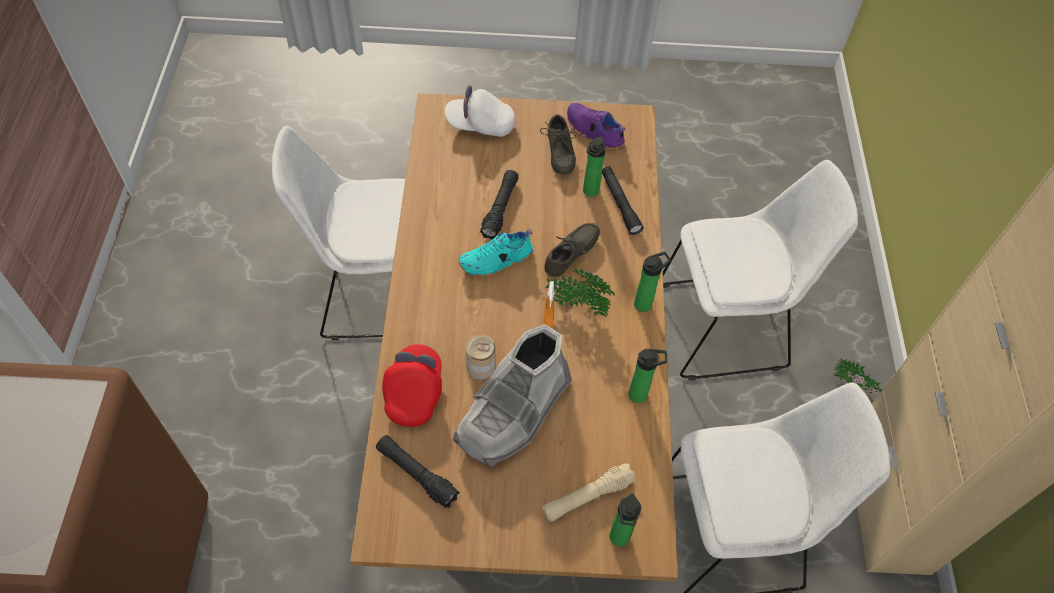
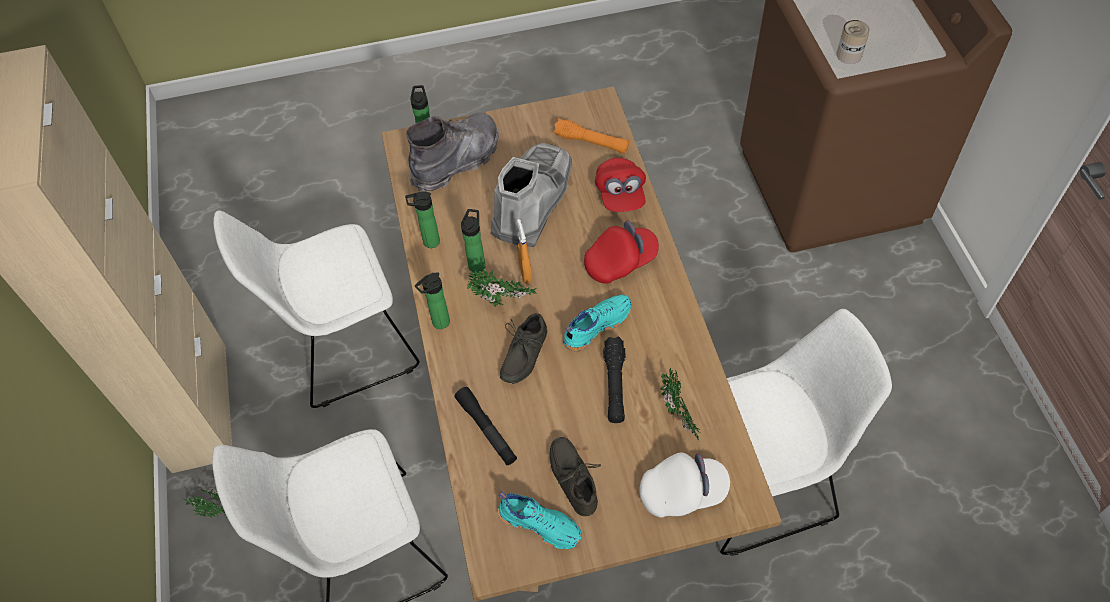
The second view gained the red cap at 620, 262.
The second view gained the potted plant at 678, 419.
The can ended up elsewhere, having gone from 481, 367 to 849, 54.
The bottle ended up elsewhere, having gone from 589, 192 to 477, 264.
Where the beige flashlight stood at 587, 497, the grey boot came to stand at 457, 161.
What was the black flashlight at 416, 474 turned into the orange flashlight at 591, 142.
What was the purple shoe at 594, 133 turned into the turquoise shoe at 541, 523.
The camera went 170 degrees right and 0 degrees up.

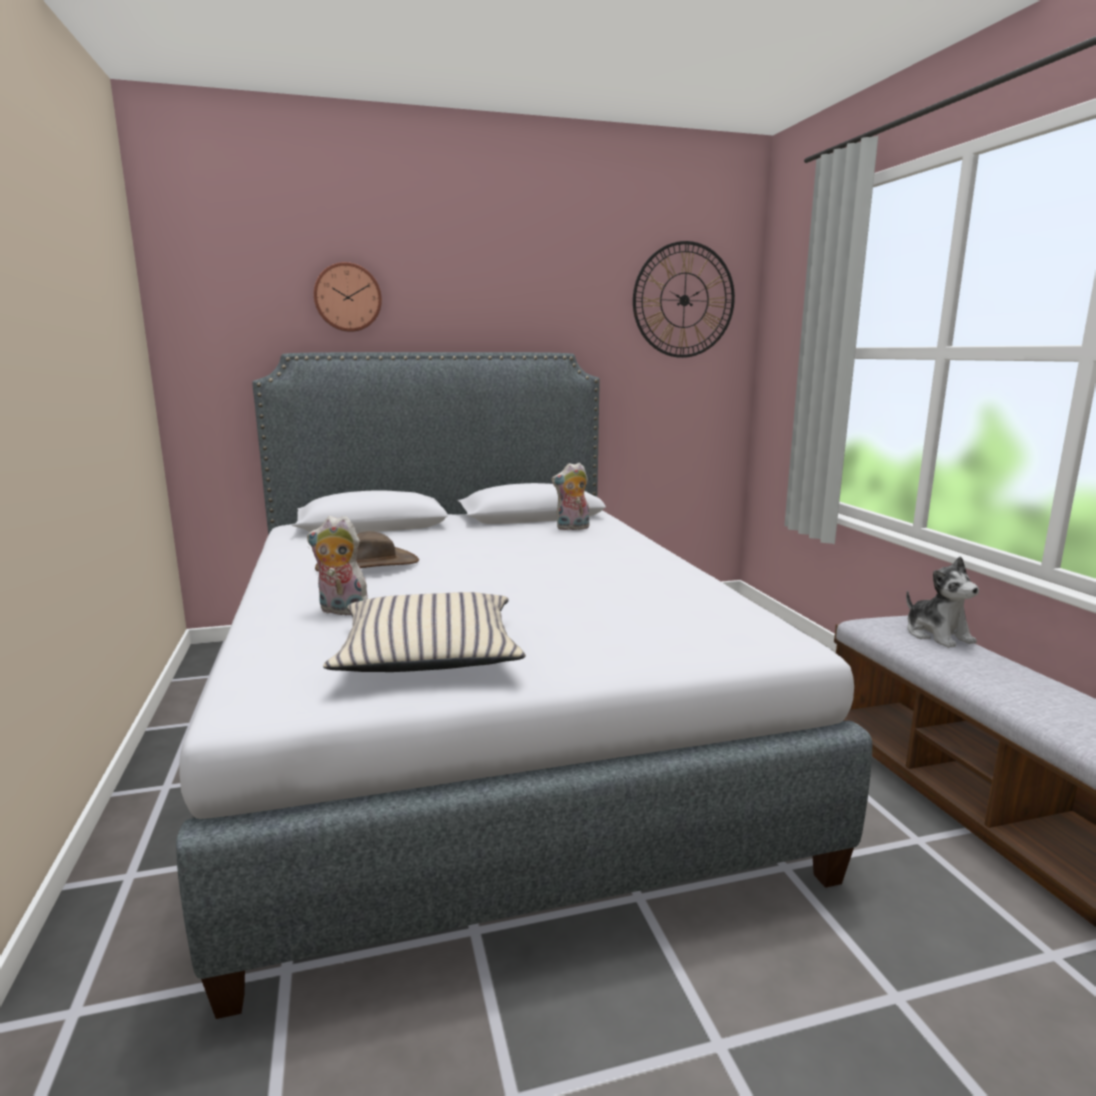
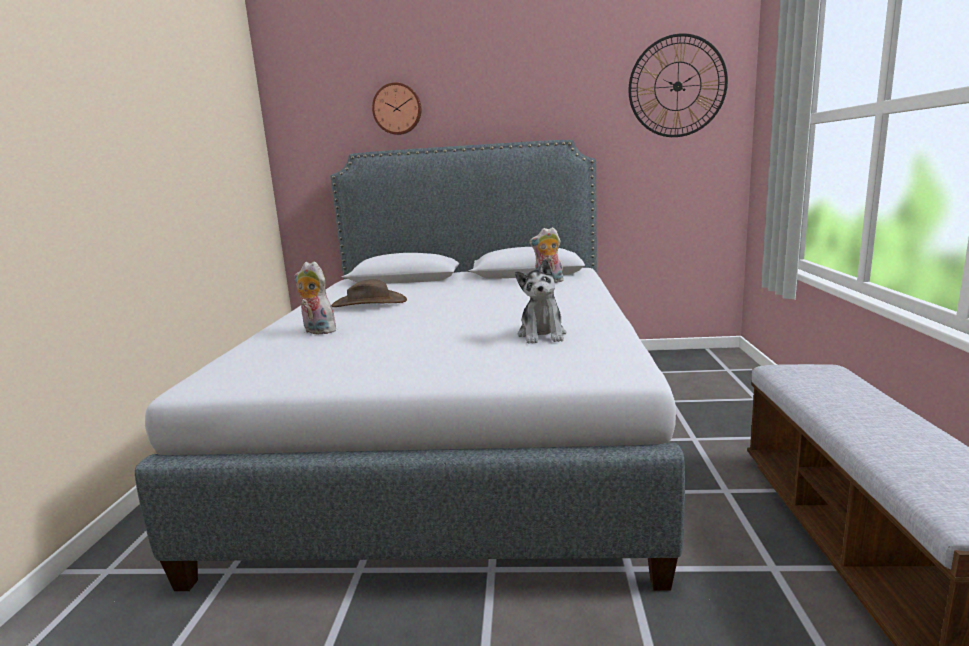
The second view lost the beige pillow at 428, 653.
The plush toy ended up elsewhere, having gone from 937, 635 to 542, 335.
The camera went 20 degrees right and 0 degrees up.

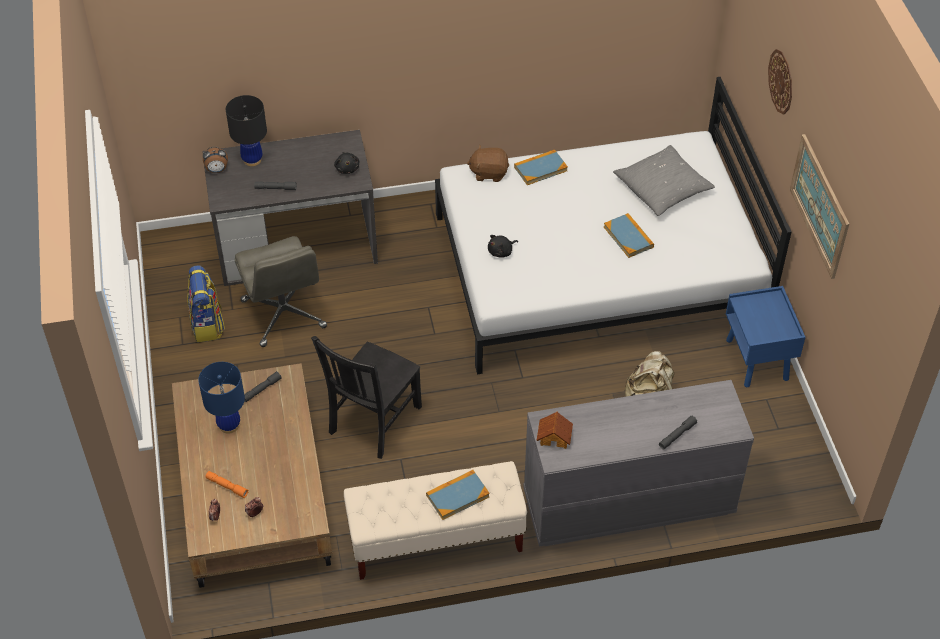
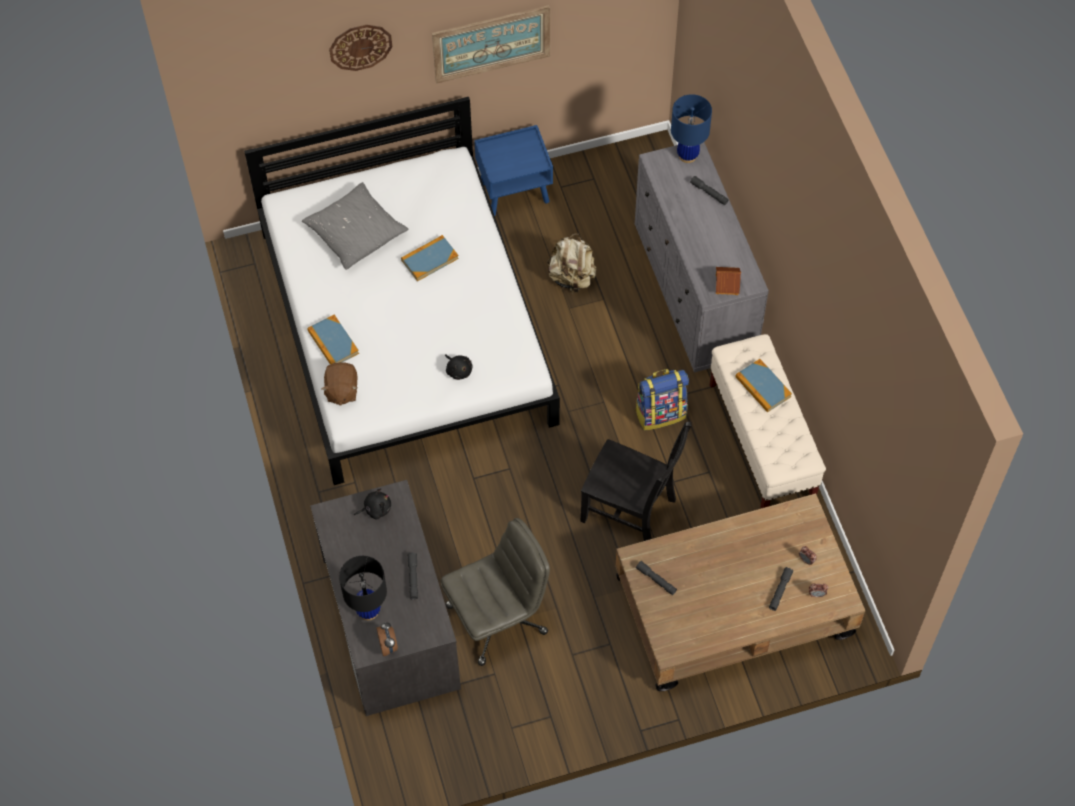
The backpack ended up elsewhere, having gone from 207, 324 to 660, 413.
The blue table lamp ended up elsewhere, having gone from 229, 425 to 687, 155.
What was the orange flashlight at 227, 486 turned into the grey flashlight at 780, 591.
The camera went 95 degrees left and 10 degrees up.

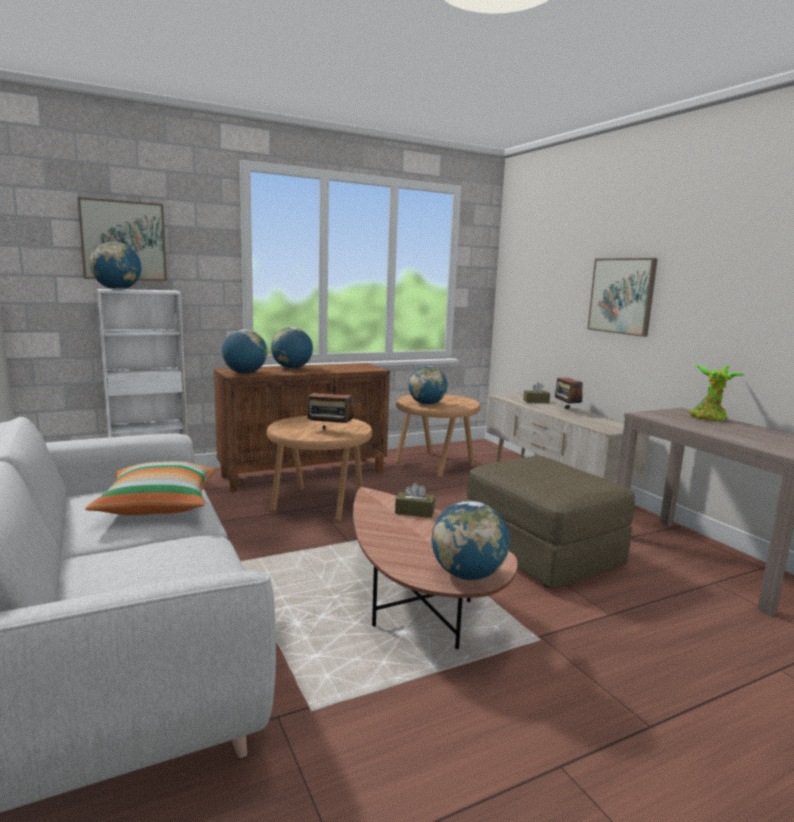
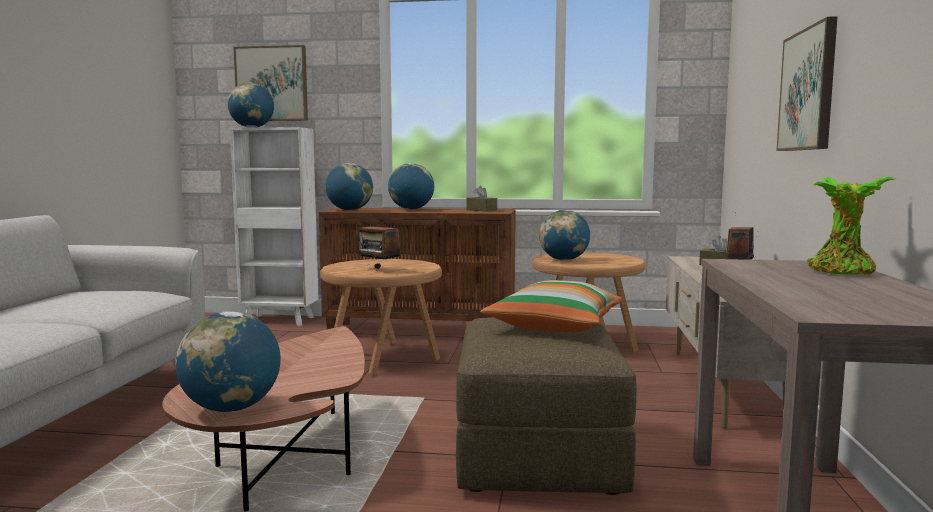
The pillow ended up elsewhere, having gone from 158, 505 to 554, 326.
The brown tissue box ended up elsewhere, having gone from 414, 512 to 481, 210.
The camera went 35 degrees right and 5 degrees down.

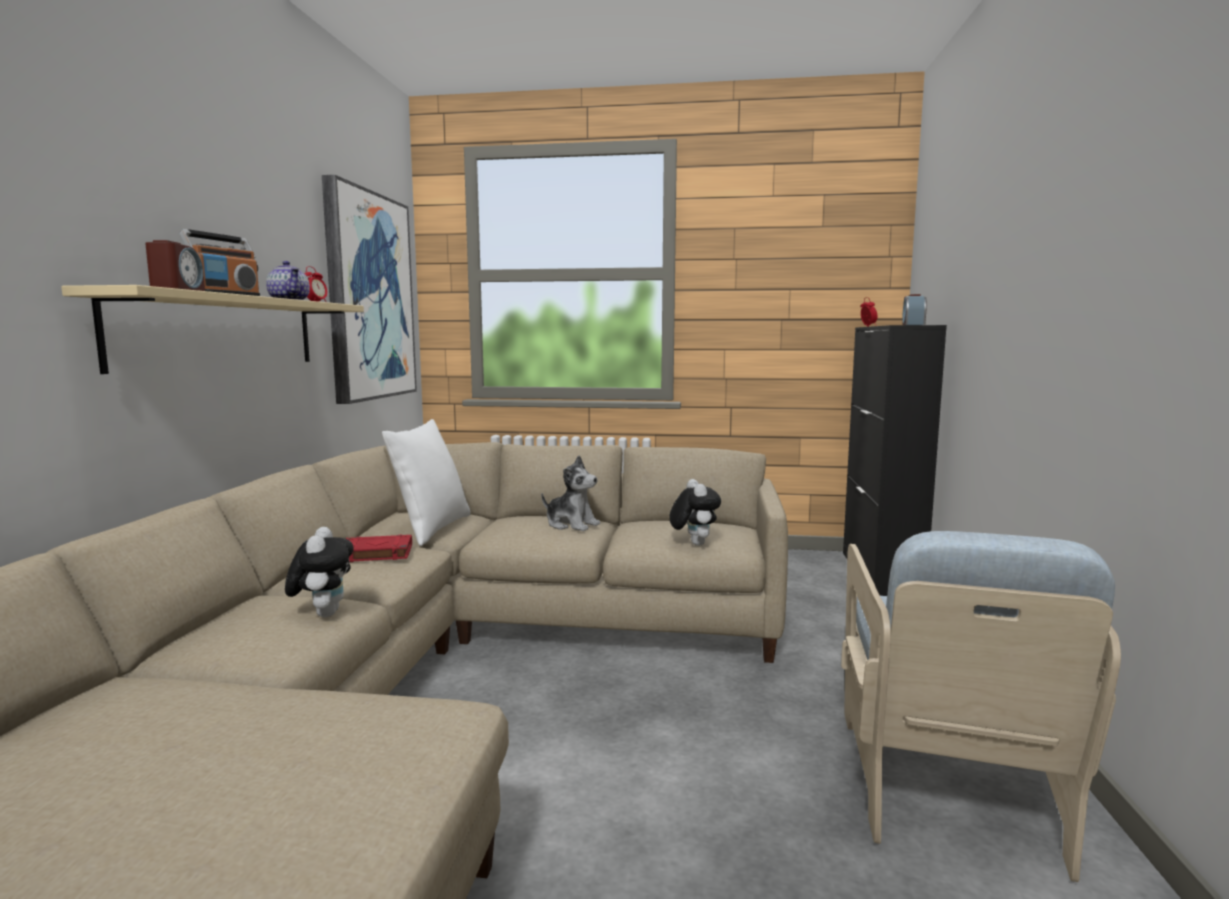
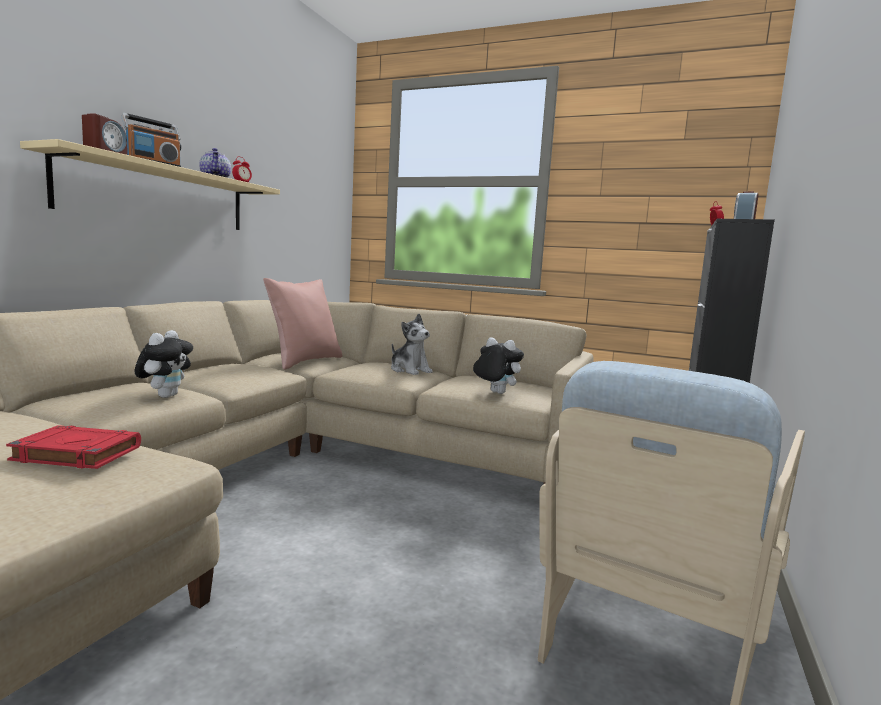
The second view lost the picture at 369, 297.
The red book ended up elsewhere, having gone from 375, 554 to 76, 454.
What was the white pillow at 431, 529 turned into the pink pillow at 304, 361.
The plush toy at 693, 543 ended up facing another way, 60 degrees counterclockwise from before.
The camera went 15 degrees right and 0 degrees up.

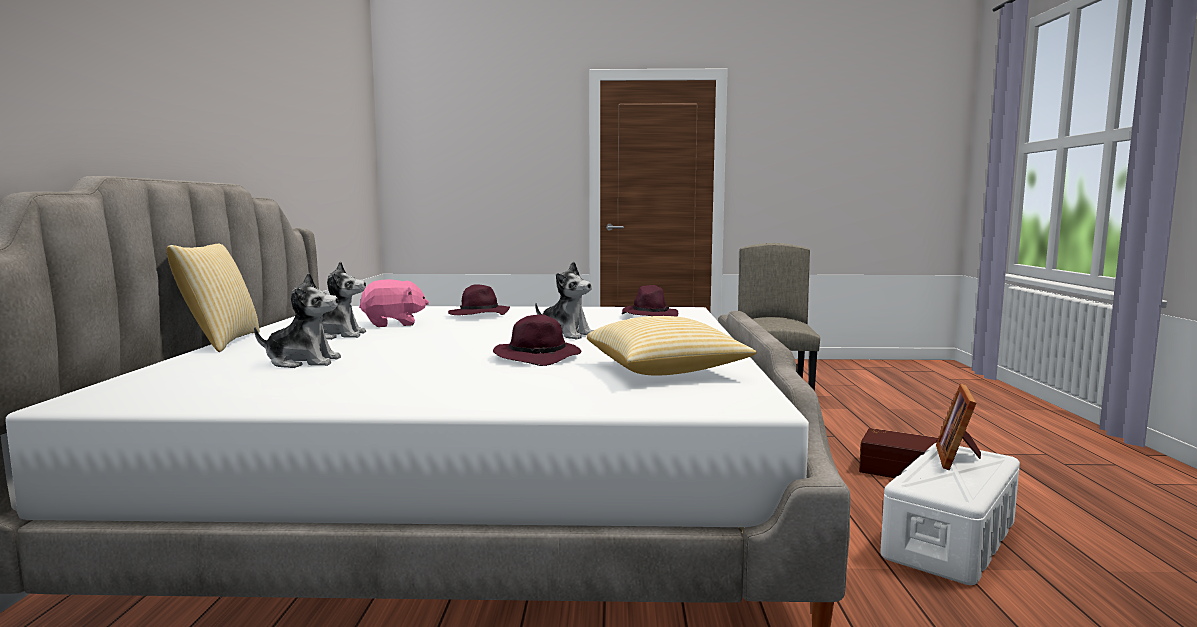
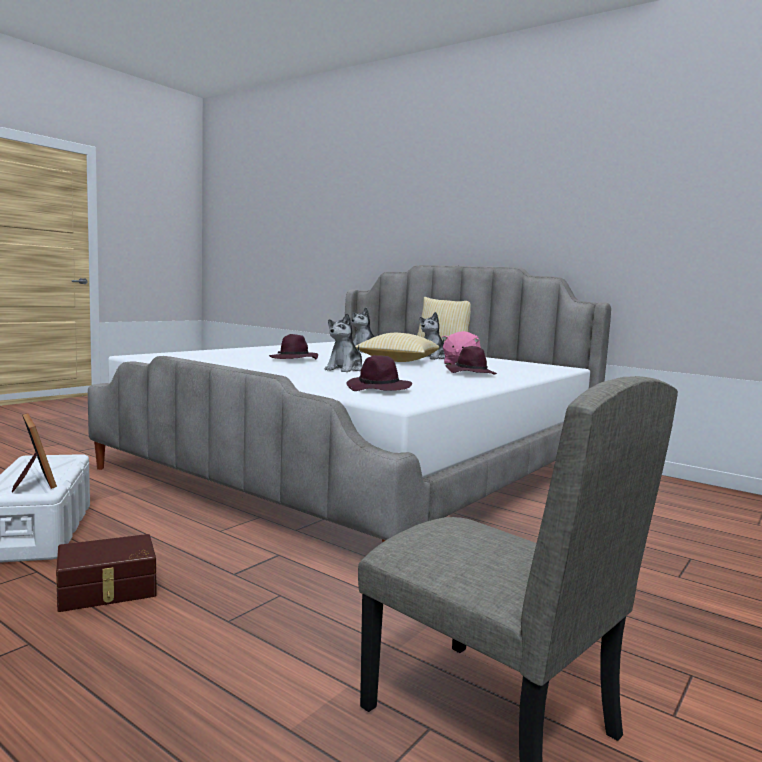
The pillow ended up elsewhere, having gone from 666, 370 to 397, 361.
The plush toy at 565, 335 ended up facing another way, 45 degrees counterclockwise from before.
The camera went 125 degrees right and 0 degrees up.

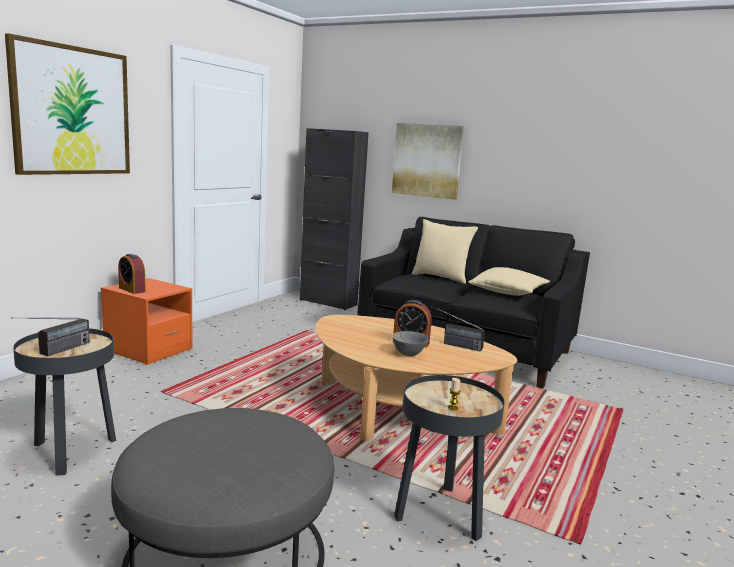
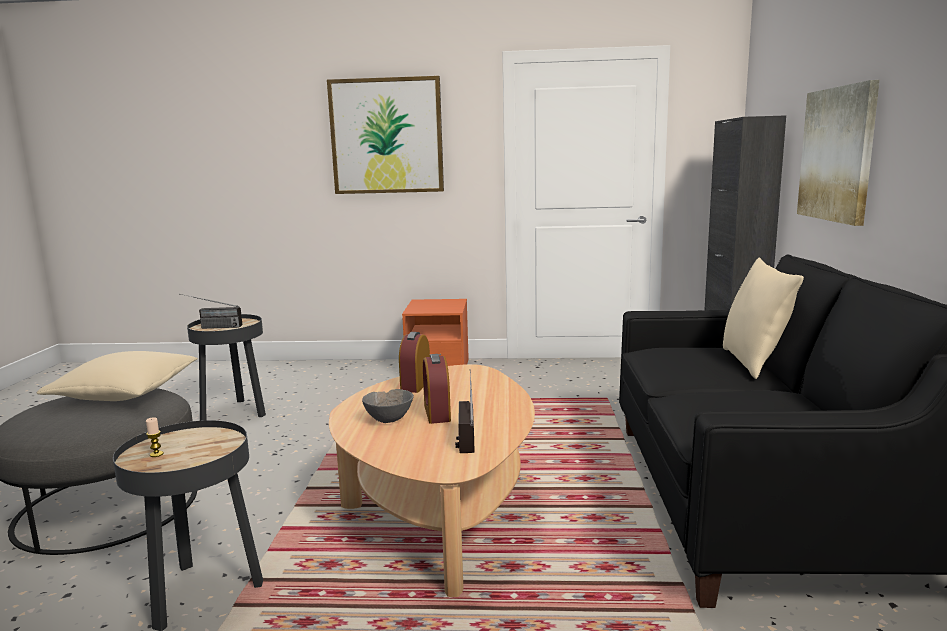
The alarm clock ended up elsewhere, having gone from 132, 290 to 416, 384.
The beige pillow ended up elsewhere, having gone from 508, 292 to 125, 394.
The camera went 65 degrees right and 0 degrees up.

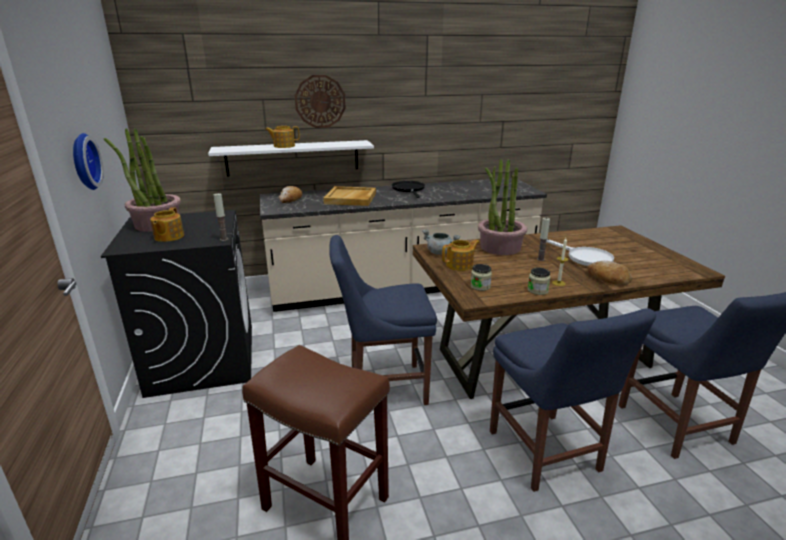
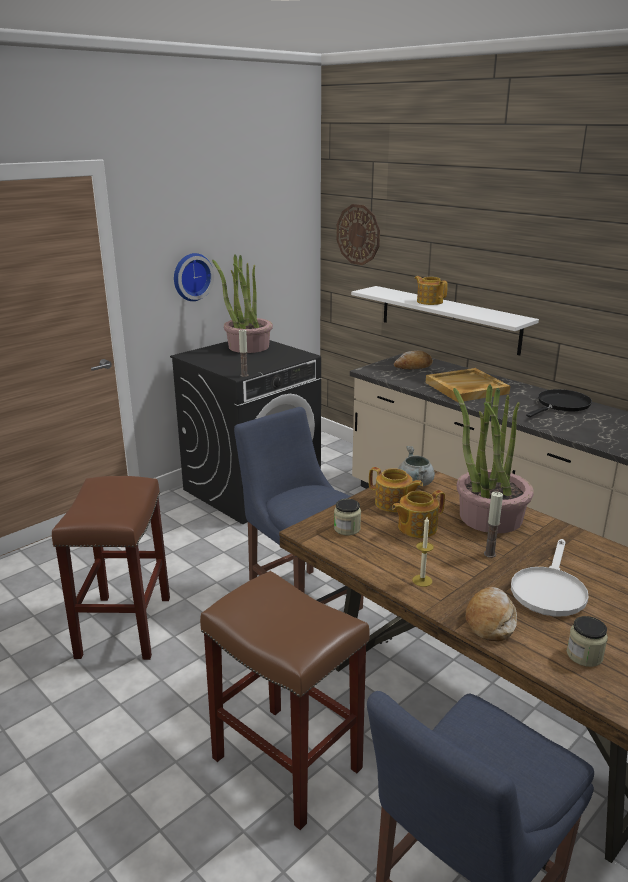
The teapot ended up elsewhere, having gone from 168, 237 to 416, 527.
The wall clock ended up elsewhere, having gone from 320, 101 to 358, 234.
The jar ended up elsewhere, having gone from 537, 290 to 584, 655.
Where the blue chair stood at 546, 454, the brown stool came to stand at 284, 763.
The camera went 60 degrees right and 0 degrees up.

